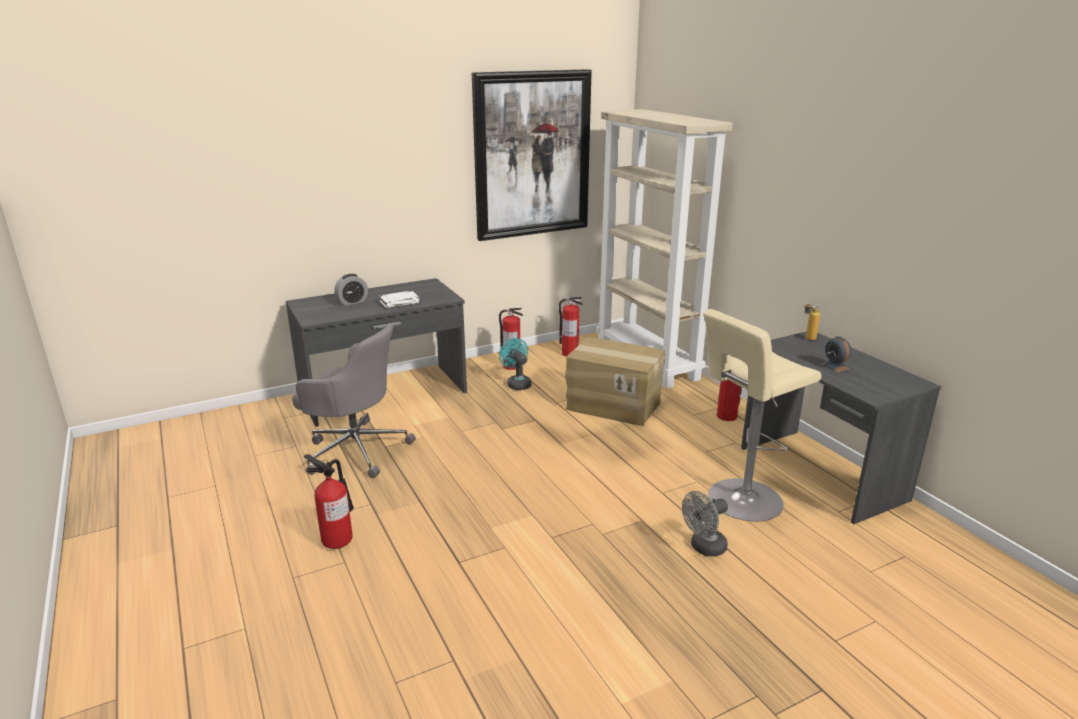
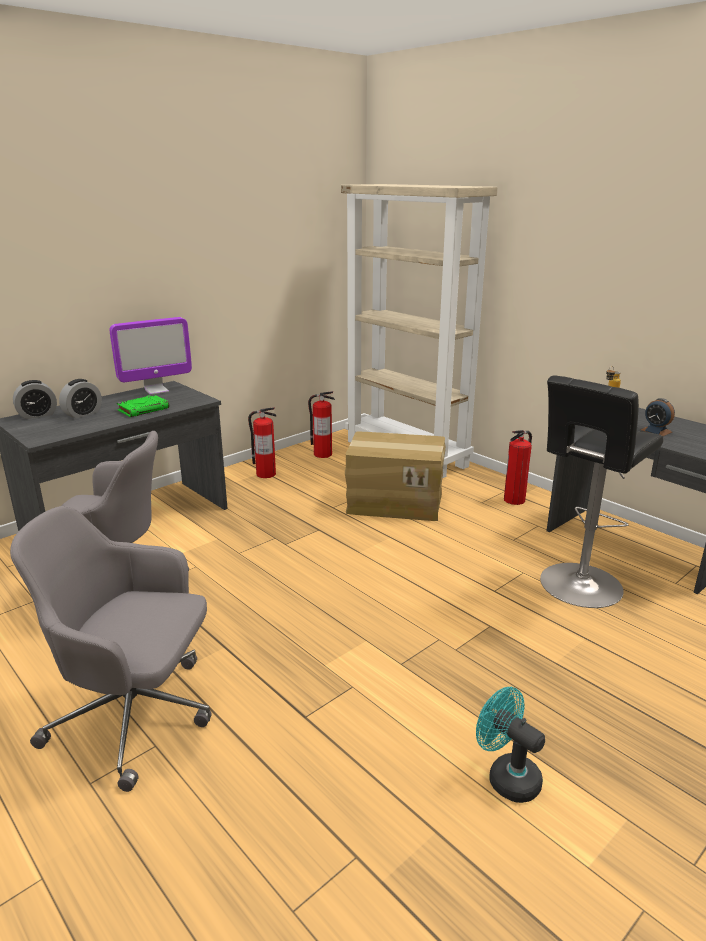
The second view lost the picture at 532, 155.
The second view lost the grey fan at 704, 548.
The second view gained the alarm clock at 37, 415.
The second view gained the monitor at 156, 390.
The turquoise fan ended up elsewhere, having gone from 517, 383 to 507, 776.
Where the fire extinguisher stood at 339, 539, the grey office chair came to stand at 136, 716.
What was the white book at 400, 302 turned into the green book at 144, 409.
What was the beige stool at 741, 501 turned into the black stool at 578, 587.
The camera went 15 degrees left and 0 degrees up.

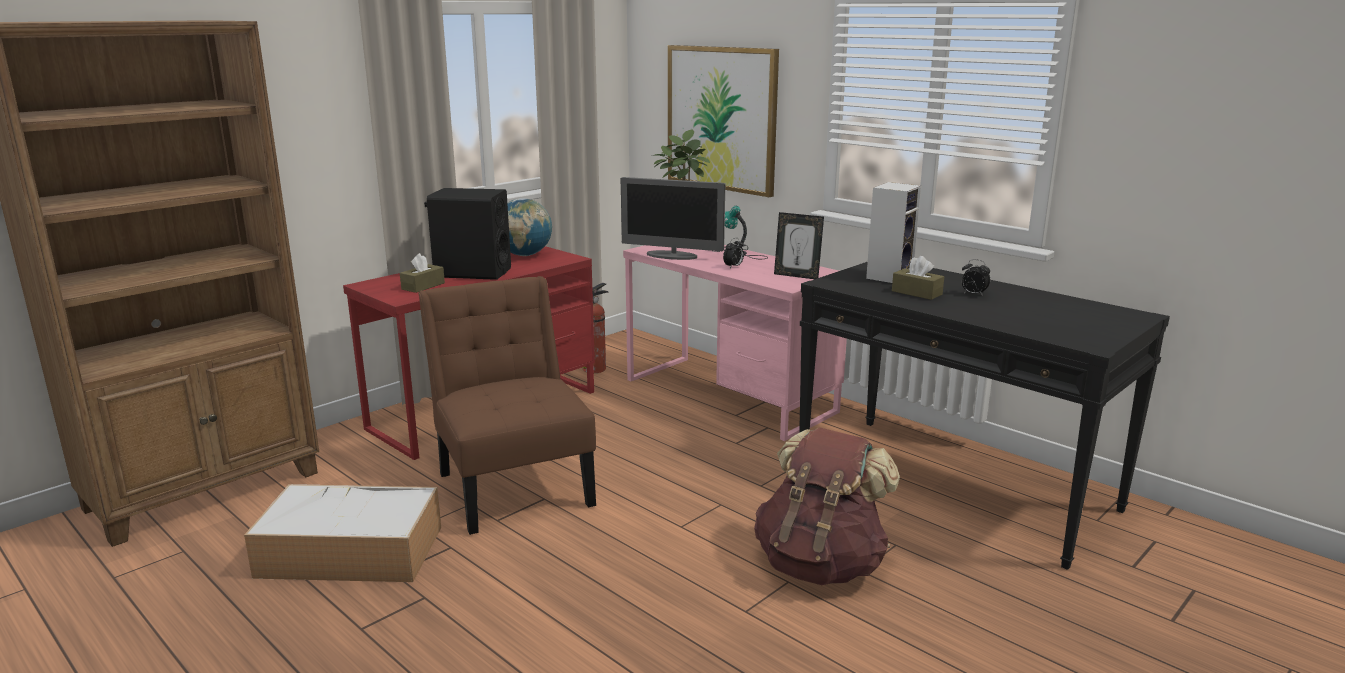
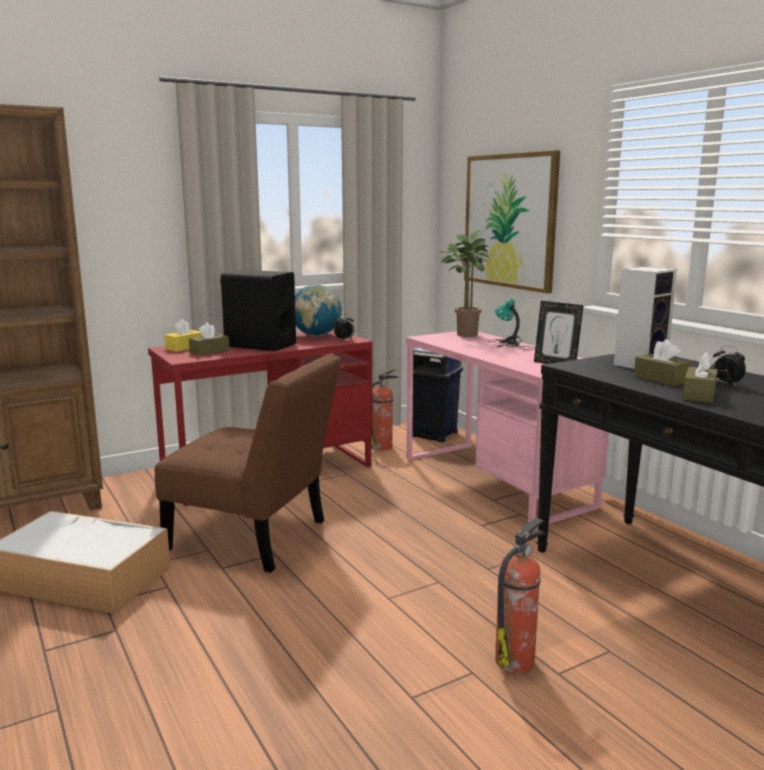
The second view lost the monitor at 672, 256.
The second view gained the yellow tissue box at 185, 347.
The second view gained the blue trash can at 434, 434.
The second view gained the brown tissue box at 699, 395.
The alarm clock ended up elsewhere, having gone from 733, 267 to 344, 340.
Where the brown backpack stood at 820, 564, the fire extinguisher came to stand at 516, 659.
The brown chair at 513, 485 ended up facing another way, 120 degrees clockwise from before.
The camera went 15 degrees right and 5 degrees down.

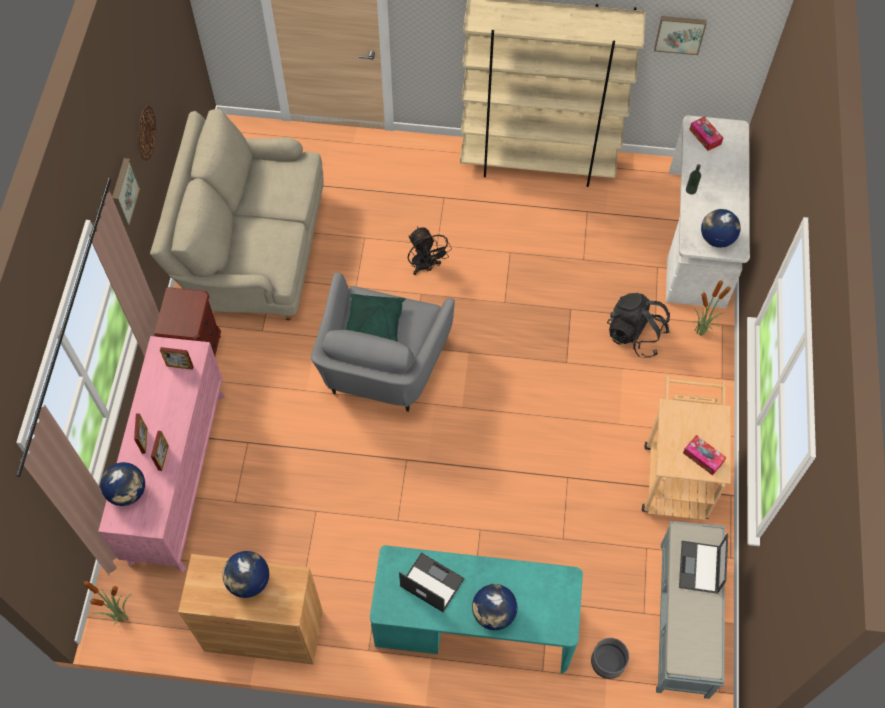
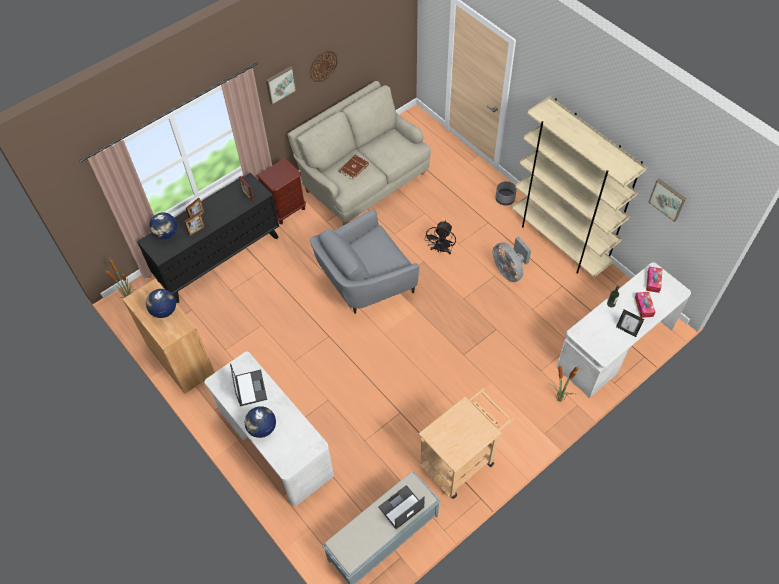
The second view lost the green pillow at 374, 325.
The second view lost the black backpack at 635, 334.
The second view lost the globe at 716, 239.
The second view gained the brown book at 353, 168.
The second view gained the grey fan at 509, 270.
The second view gained the picture frame at 626, 330.
The grey planter ended up elsewhere, having gone from 607, 662 to 504, 199.
The tissue box ended up elsewhere, having gone from 703, 457 to 643, 306.
What was the pink dresser at 177, 475 turned into the black dresser at 219, 258.
What was the turquoise desk at 474, 626 turned into the white desk at 274, 443.
The camera went 45 degrees right and 5 degrees down.

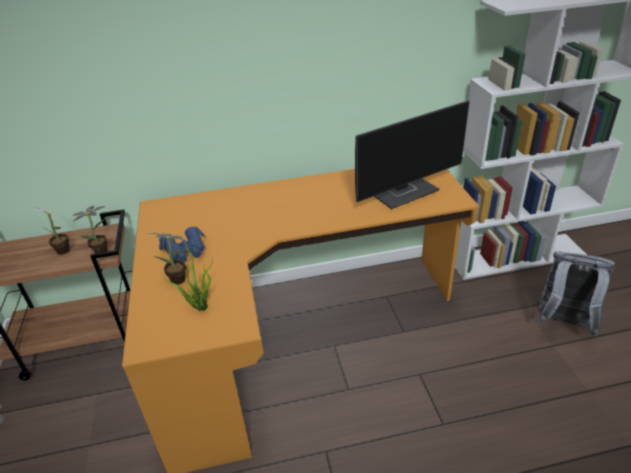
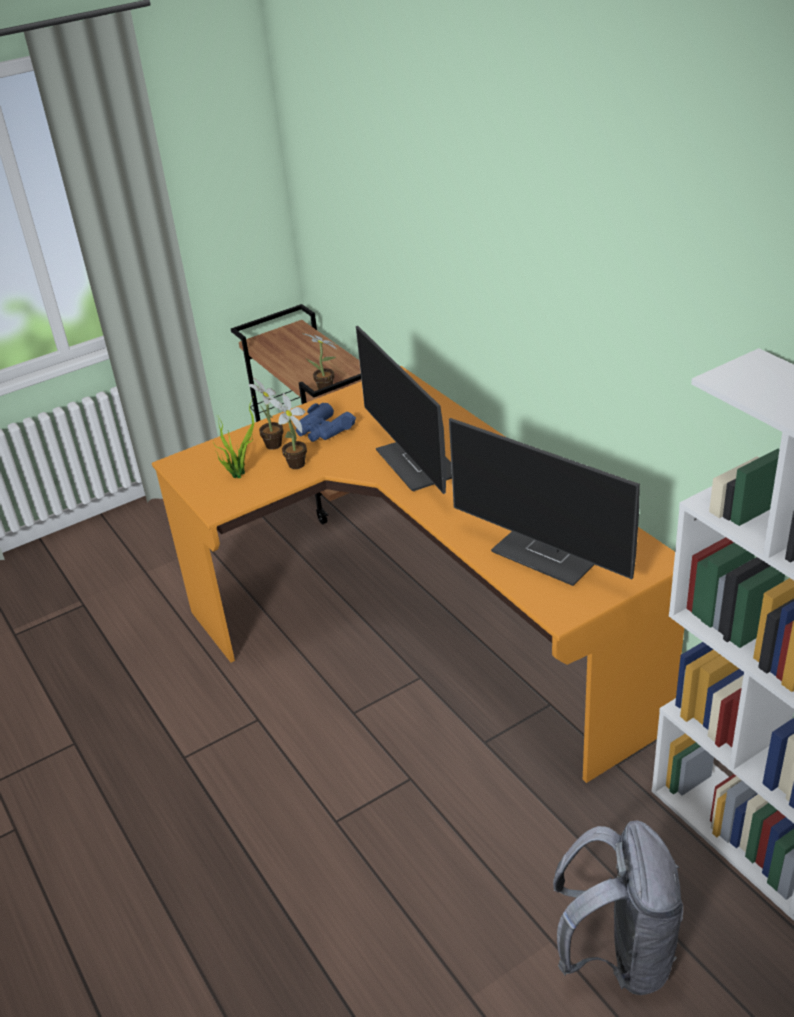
The second view gained the monitor at 419, 464.
The potted plant ended up elsewhere, having gone from 64, 252 to 295, 466.
The camera went 70 degrees right and 0 degrees up.

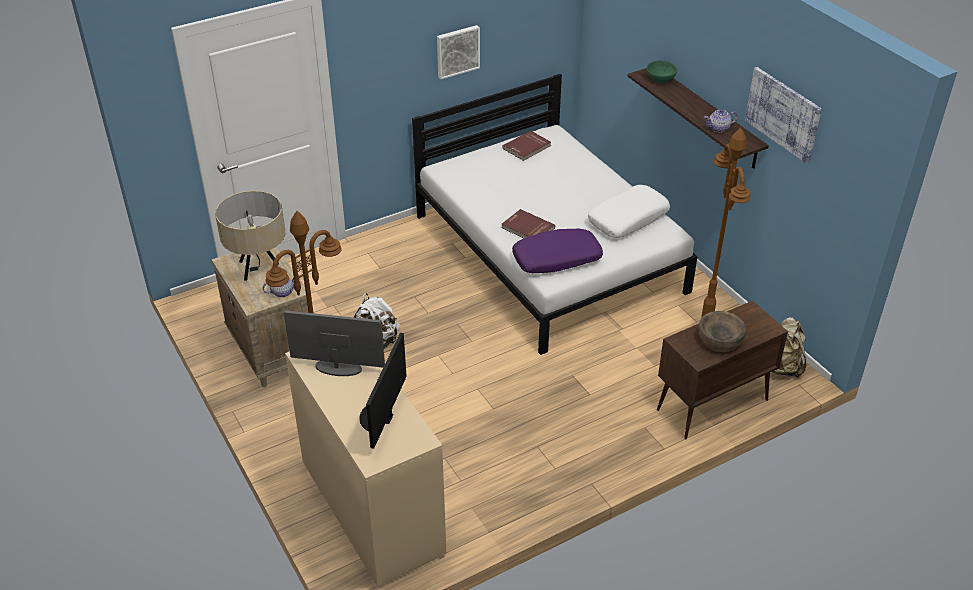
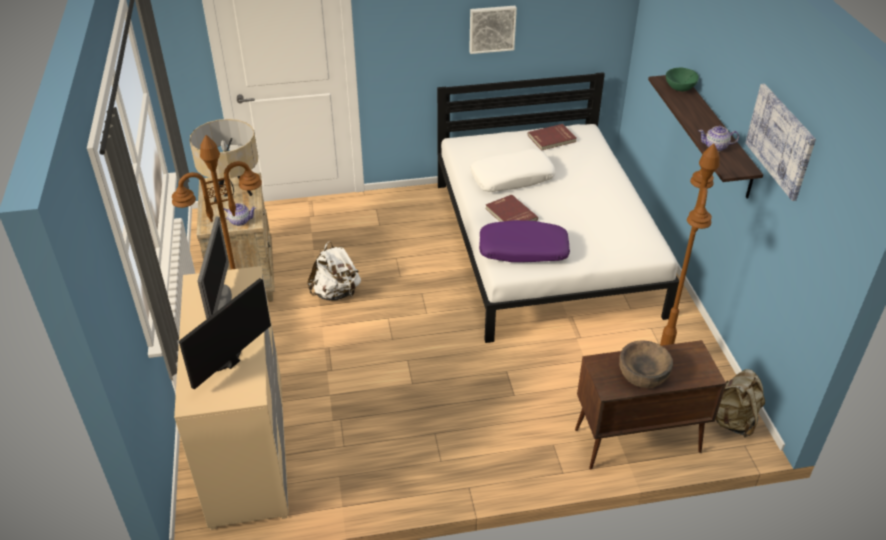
The white pillow ended up elsewhere, having gone from 628, 218 to 512, 178.
The monitor at 338, 368 ended up facing another way, 60 degrees clockwise from before.
The camera went 20 degrees right and 0 degrees up.

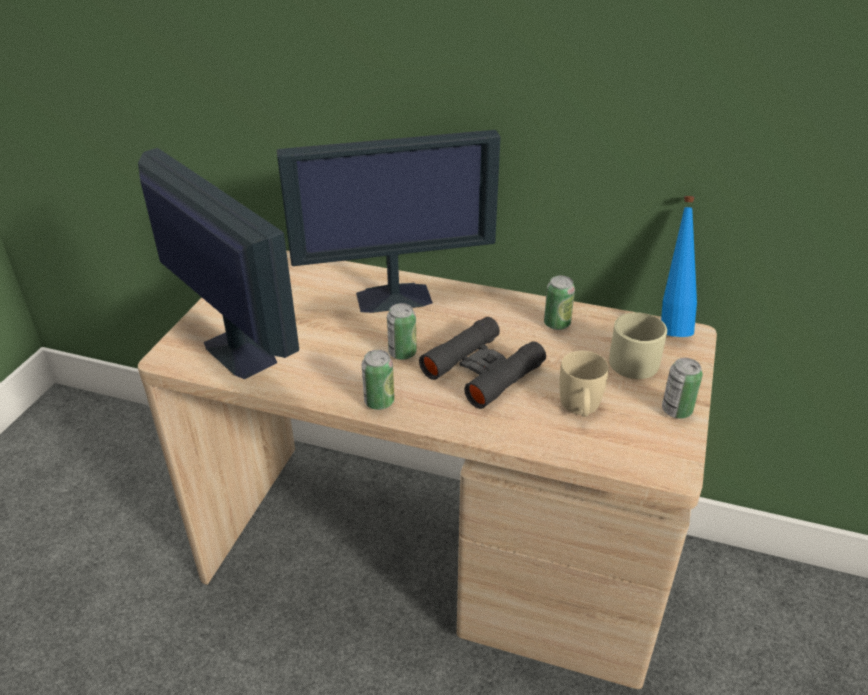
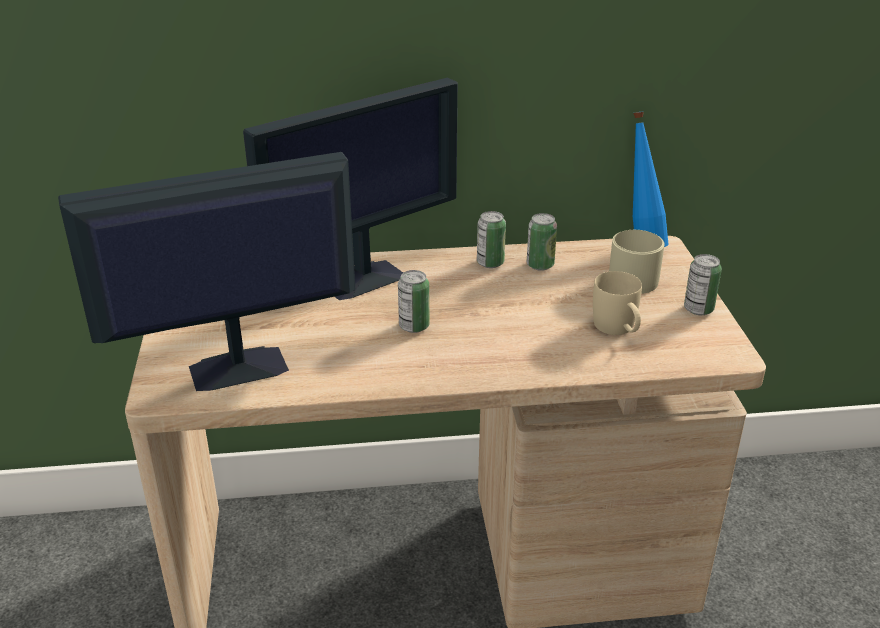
The second view lost the black binoculars at 482, 370.
The can ended up elsewhere, having gone from 379, 402 to 490, 263.
The monitor at 238, 351 ended up facing another way, 45 degrees counterclockwise from before.
The camera went 25 degrees left and 5 degrees down.

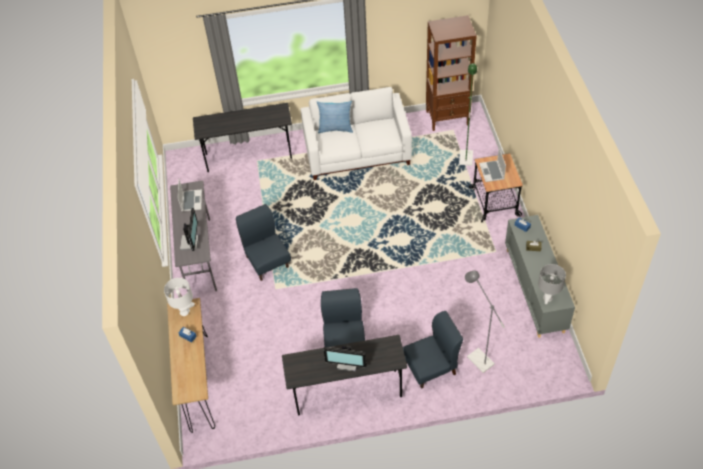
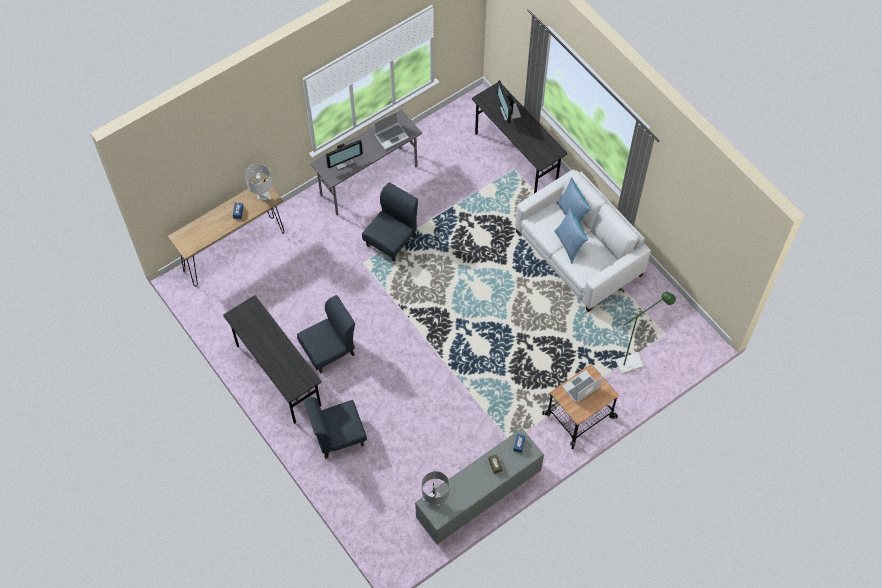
The second view lost the brown bookcase at 448, 118.
The second view lost the grey floor lamp at 477, 357.
The second view gained the pillow at 569, 245.
The monitor ended up elsewhere, having gone from 348, 363 to 509, 113.
The blue chair at 431, 368 ended up facing another way, 120 degrees clockwise from before.
The camera went 60 degrees right and 10 degrees up.

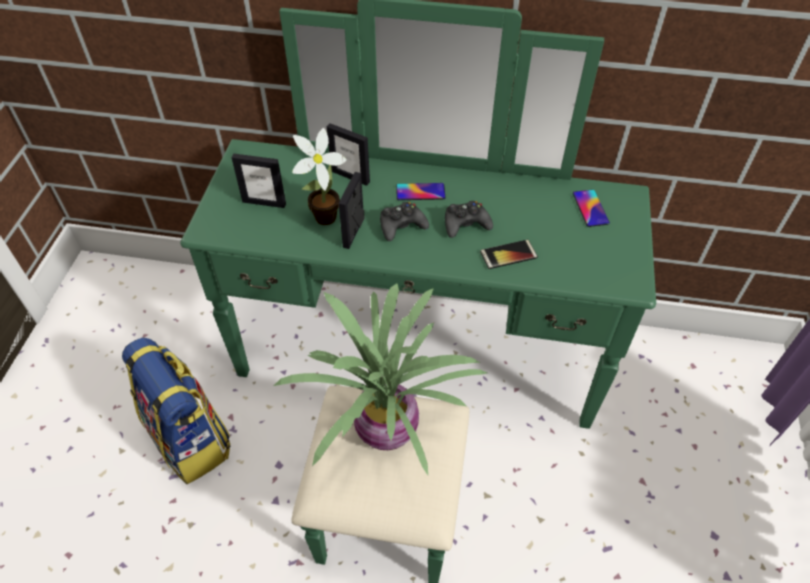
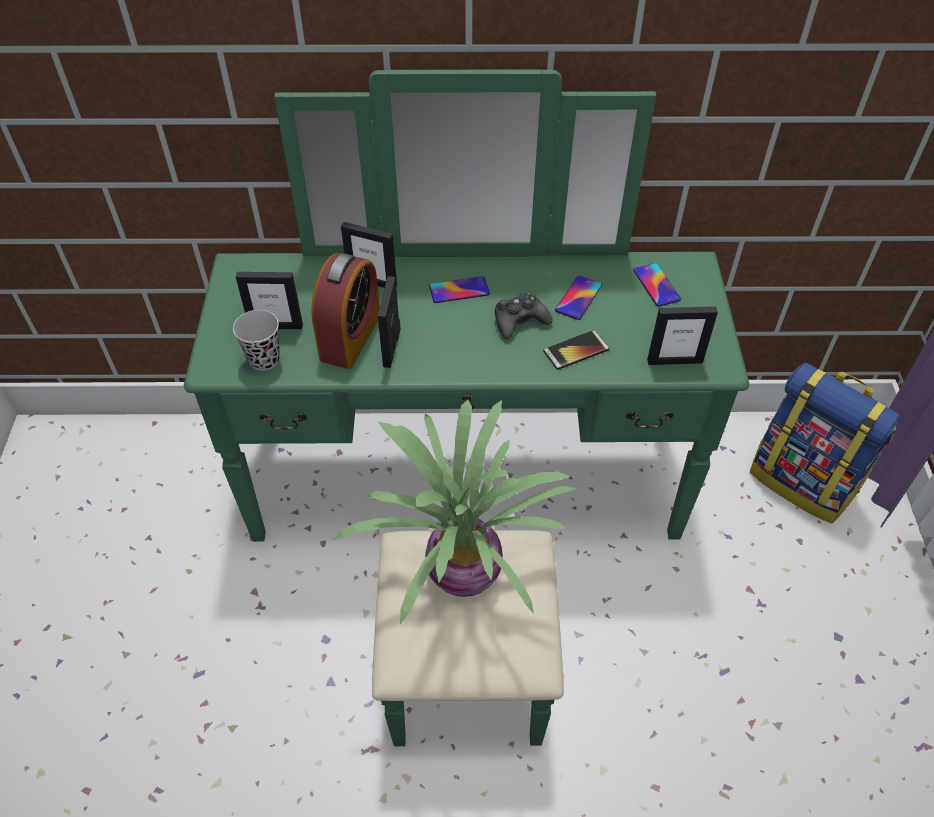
The second view lost the black game controller at 401, 226.
The second view gained the black cup at 264, 359.
The second view gained the phone at 578, 298.
The second view gained the picture frame at 674, 361.
The backpack ended up elsewhere, having gone from 191, 439 to 804, 481.
Where the potted plant stood at 322, 219, the alarm clock came to stand at 350, 337.
The camera went 10 degrees left and 0 degrees up.

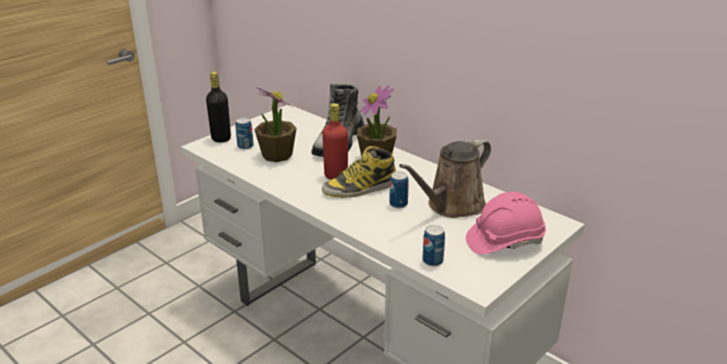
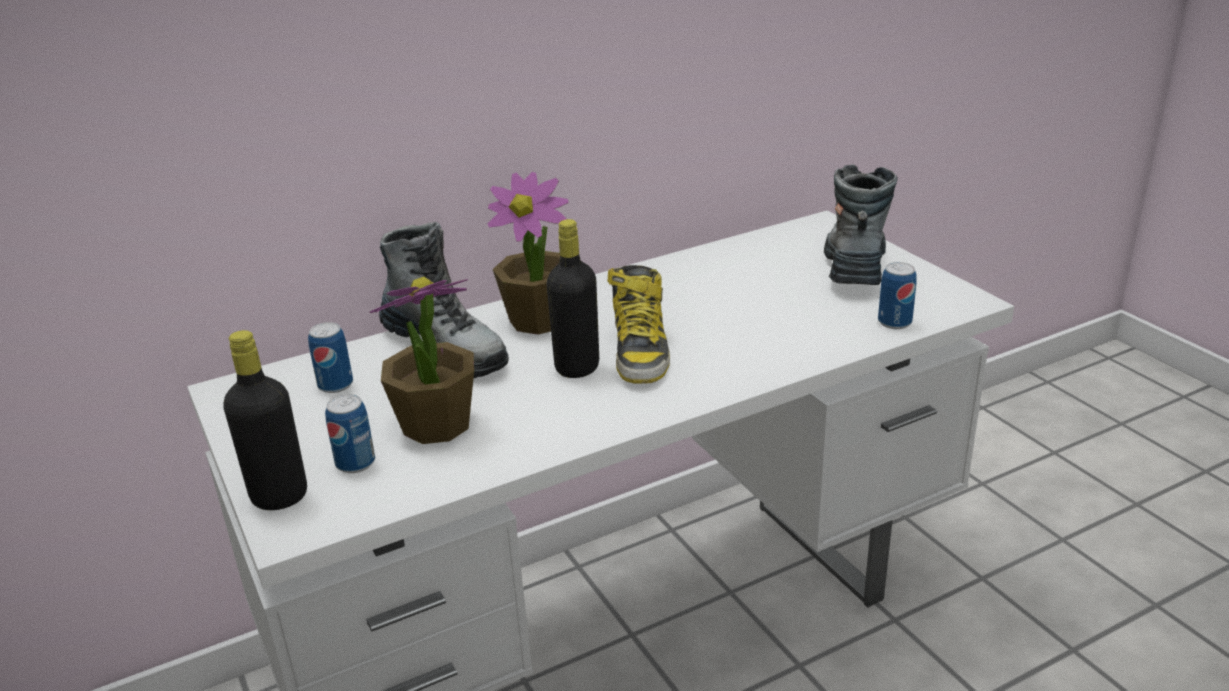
The second view lost the brown watering can at 452, 206.
The can ended up elsewhere, having gone from 398, 204 to 335, 385.
Where the pink hard hat stood at 504, 241, the boot came to stand at 855, 264.
What was the red bottle at 336, 176 turned into the black bottle at 577, 368.
The camera went 70 degrees left and 0 degrees up.

